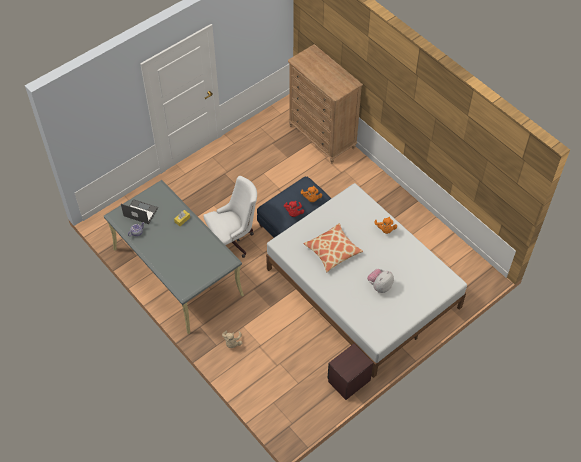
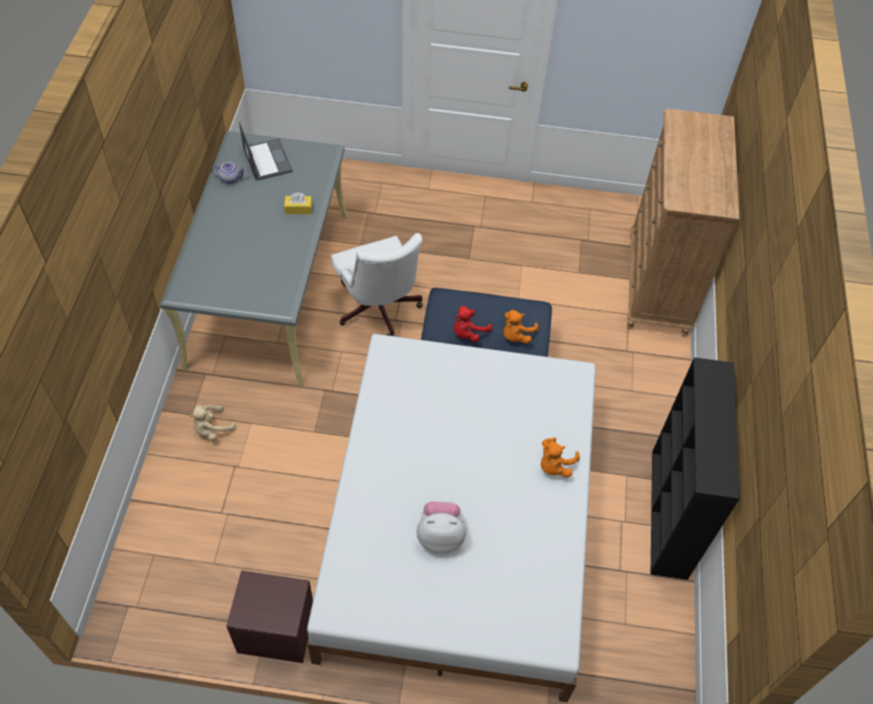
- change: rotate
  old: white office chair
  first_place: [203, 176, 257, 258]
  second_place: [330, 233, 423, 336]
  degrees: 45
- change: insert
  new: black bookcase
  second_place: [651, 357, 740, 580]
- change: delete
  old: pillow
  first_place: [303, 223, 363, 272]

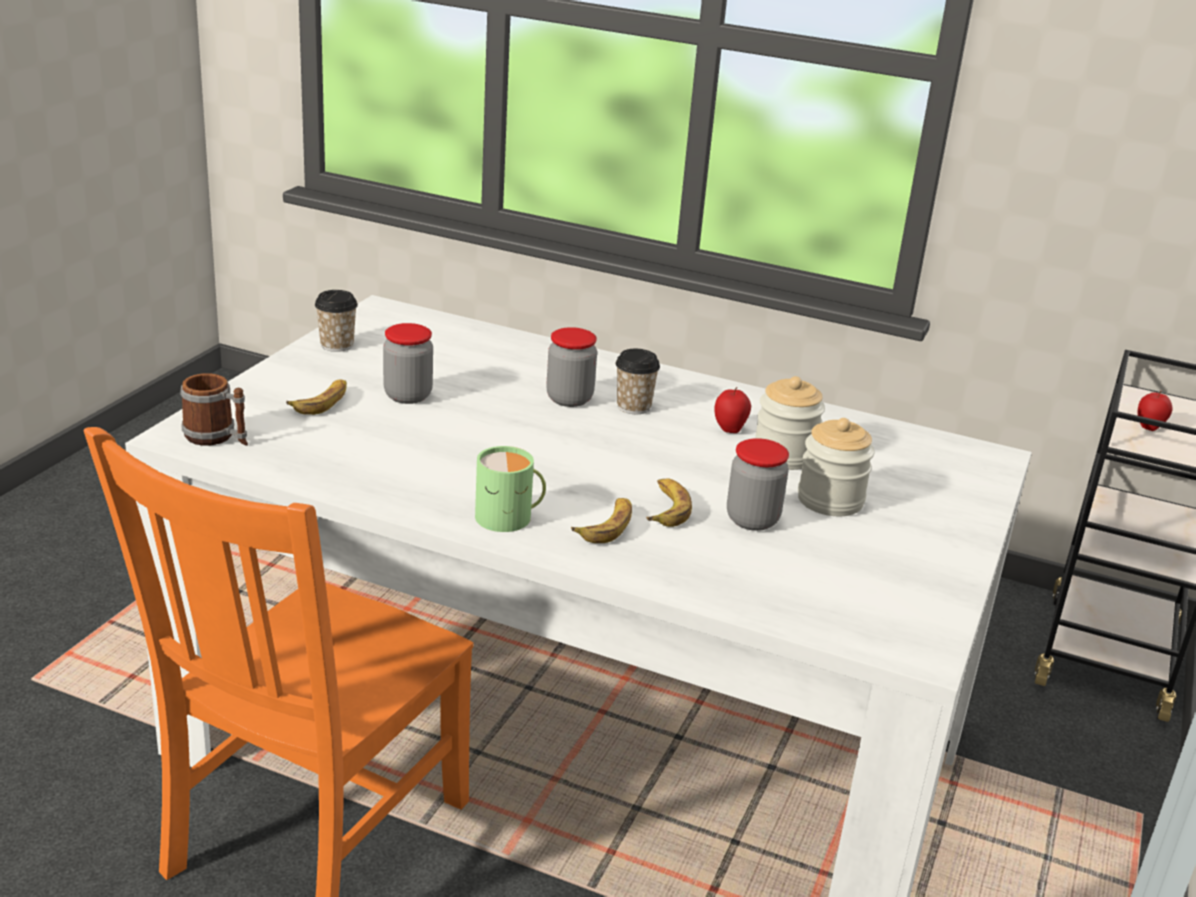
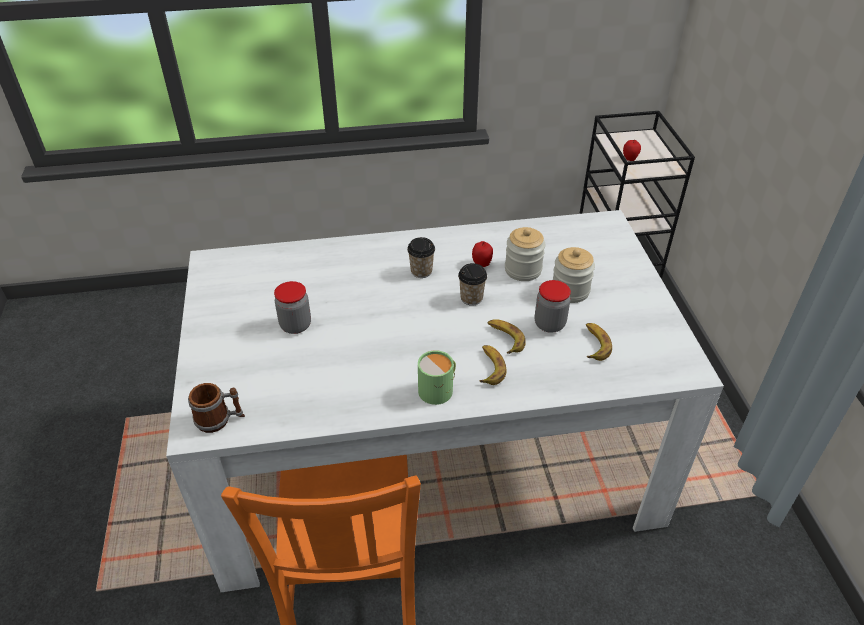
- change: move
  old: cup
  first_place: [315, 290, 358, 352]
  second_place: [458, 263, 487, 306]
- change: move
  old: banana
  first_place: [286, 380, 347, 415]
  second_place: [586, 323, 612, 361]
- change: delete
  old: jar
  first_place: [546, 327, 597, 407]

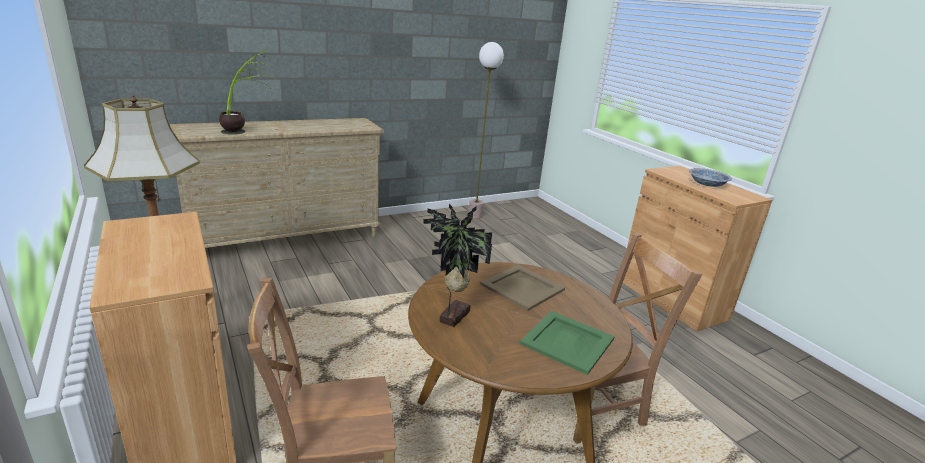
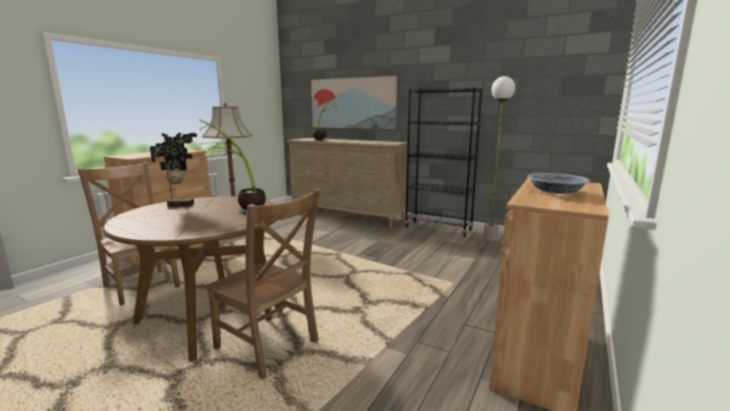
- change: replace
  old: beige tray
  new: potted plant
  first_place: [480, 265, 565, 311]
  second_place: [198, 119, 266, 215]
- change: insert
  new: picture
  second_place: [311, 76, 397, 130]
- change: insert
  new: black bookcase
  second_place: [405, 87, 482, 237]
- change: delete
  old: green tray
  first_place: [520, 311, 615, 375]

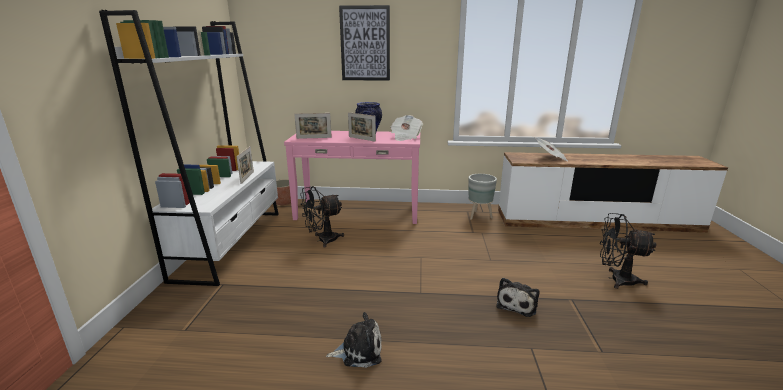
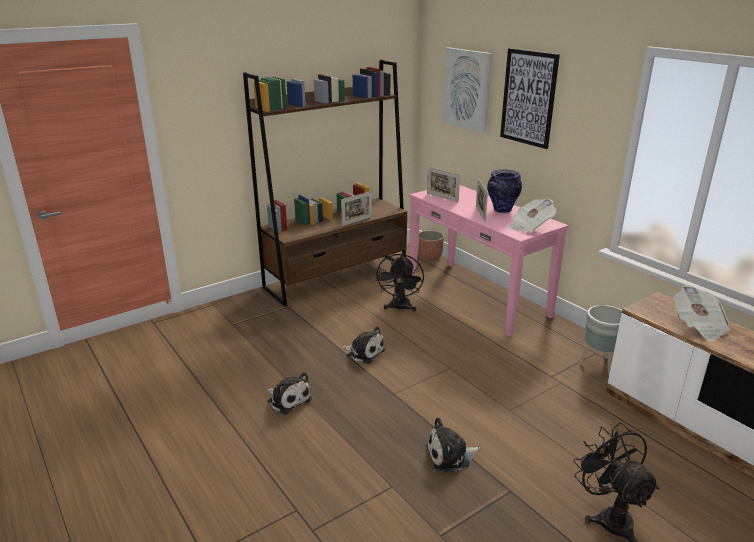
- change: recolor
  old: white bookcase
  new: brown bookcase
  first_place: [99, 10, 279, 286]
  second_place: [243, 60, 407, 306]
- change: insert
  new: plush toy
  second_place: [341, 326, 385, 364]
- change: rotate
  old: black fan
  first_place: [300, 186, 344, 248]
  second_place: [376, 254, 424, 312]
  degrees: -105
- change: insert
  new: picture
  second_place: [442, 47, 493, 133]

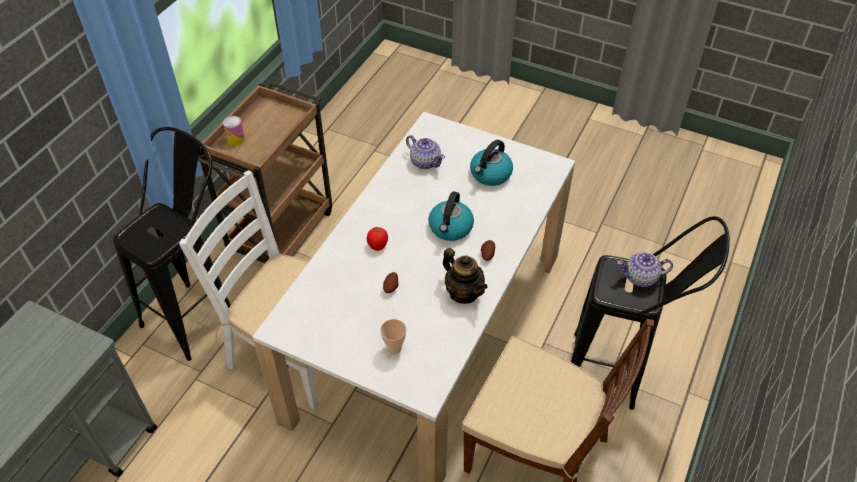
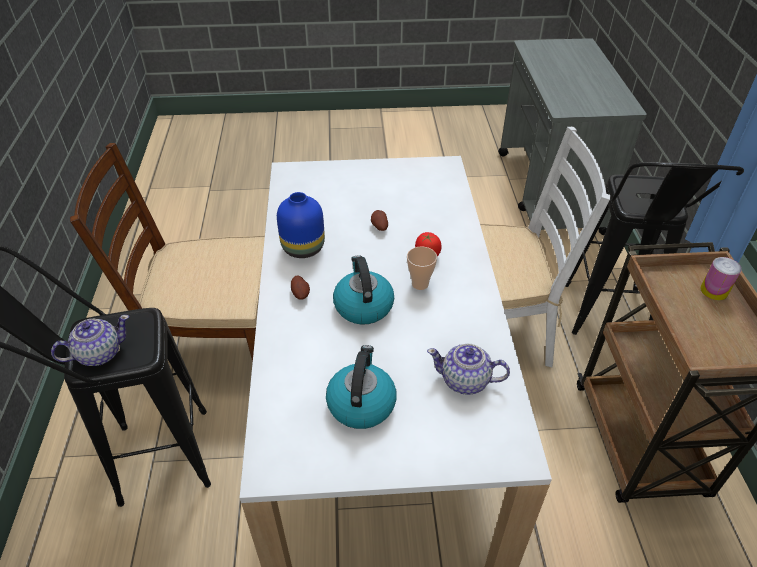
- change: replace
  old: teapot
  new: blue vase
  first_place: [443, 248, 488, 304]
  second_place: [277, 192, 325, 258]
- change: move
  old: cup
  first_place: [380, 319, 407, 354]
  second_place: [407, 246, 437, 290]

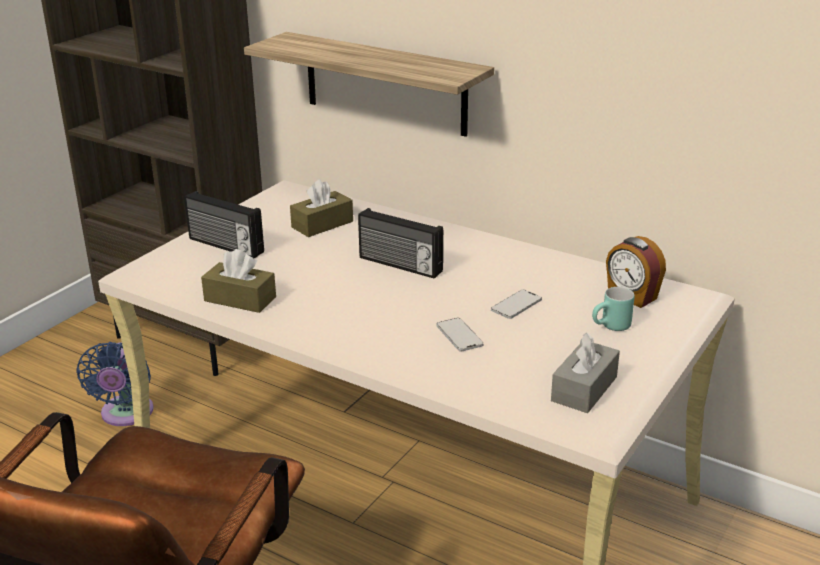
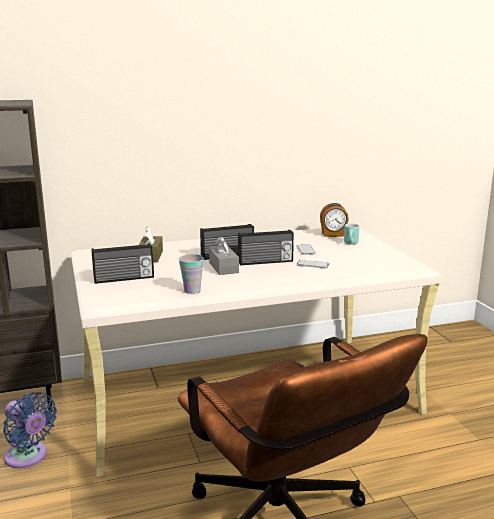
- change: replace
  old: brown tissue box
  new: cup
  first_place: [201, 249, 276, 313]
  second_place: [179, 254, 204, 294]
- change: move
  old: grey tissue box
  first_place: [551, 333, 620, 413]
  second_place: [209, 236, 239, 275]
- change: insert
  new: radio
  second_place: [238, 230, 294, 265]
- change: delete
  old: shelf
  first_place: [244, 32, 494, 137]

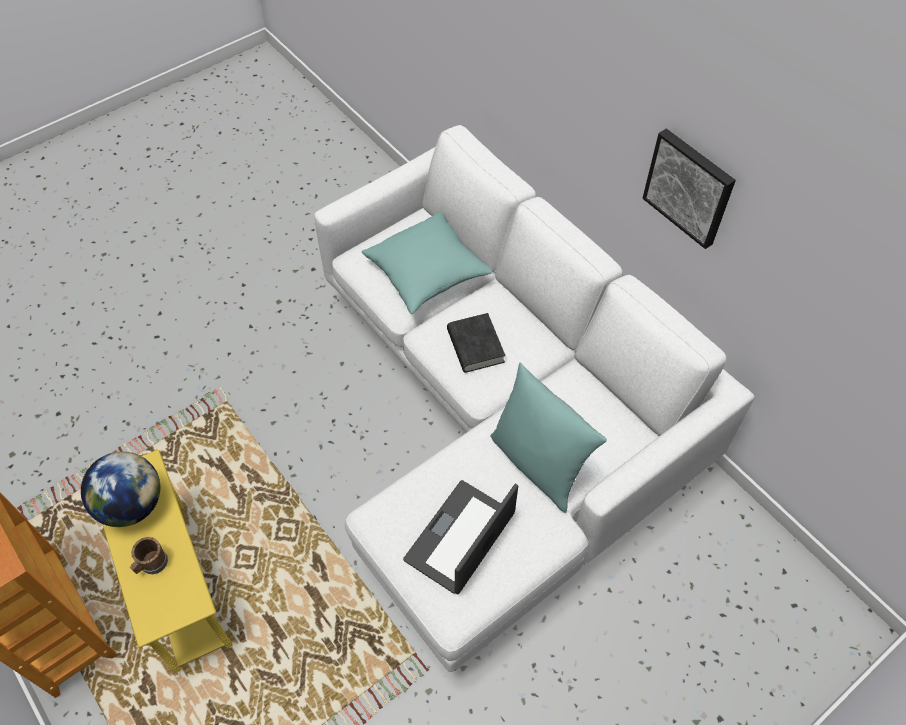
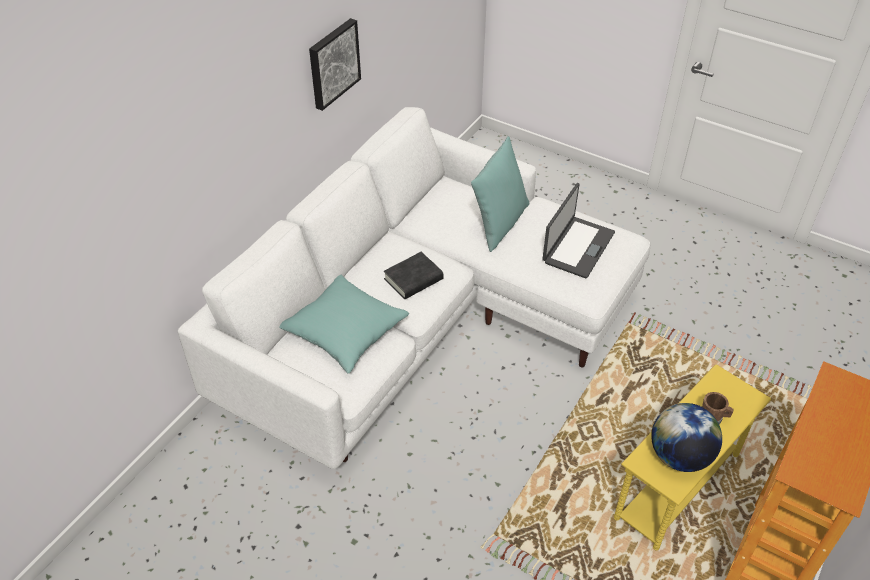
- change: rotate
  old: laptop
  first_place: [403, 480, 518, 594]
  second_place: [542, 183, 615, 279]
  degrees: -75

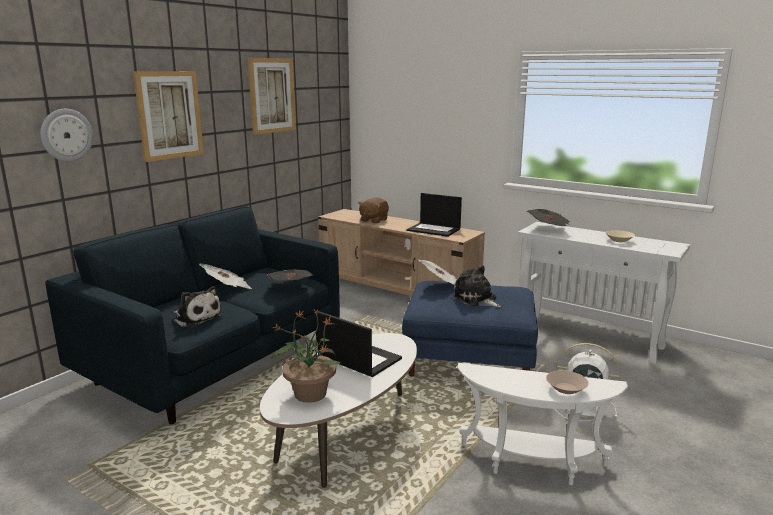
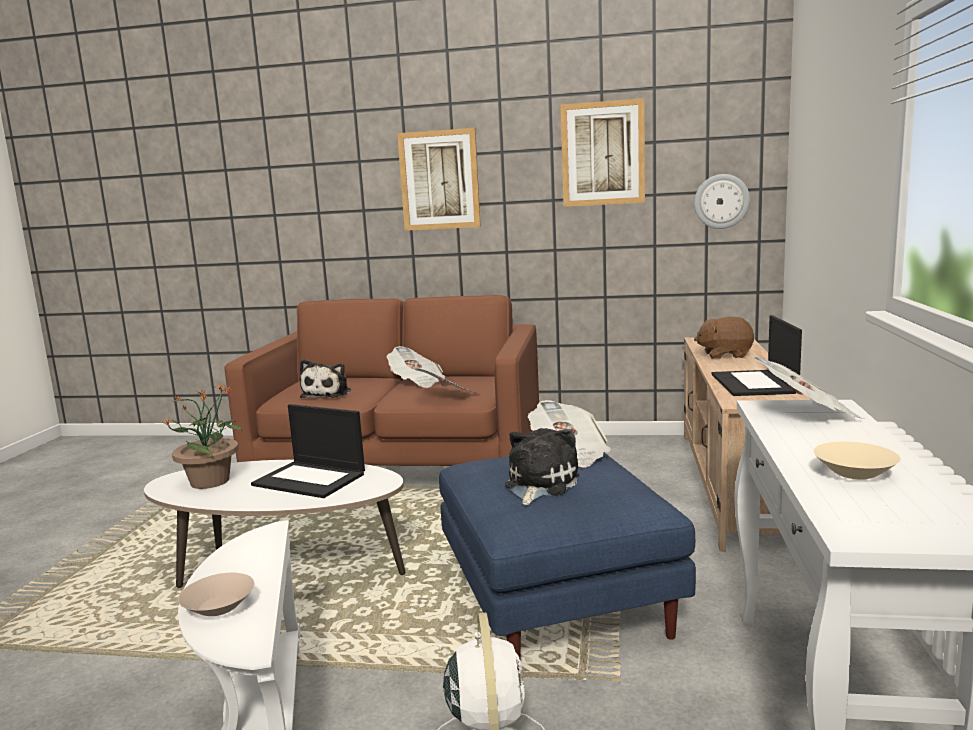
- change: recolor
  old: blue sofa
  new: brown sofa
  first_place: [45, 207, 340, 424]
  second_place: [225, 295, 539, 466]
- change: rotate
  old: laptop
  first_place: [317, 311, 402, 377]
  second_place: [251, 404, 365, 498]
  degrees: 105
- change: move
  old: wall clock
  first_place: [41, 109, 93, 162]
  second_place: [694, 174, 750, 229]

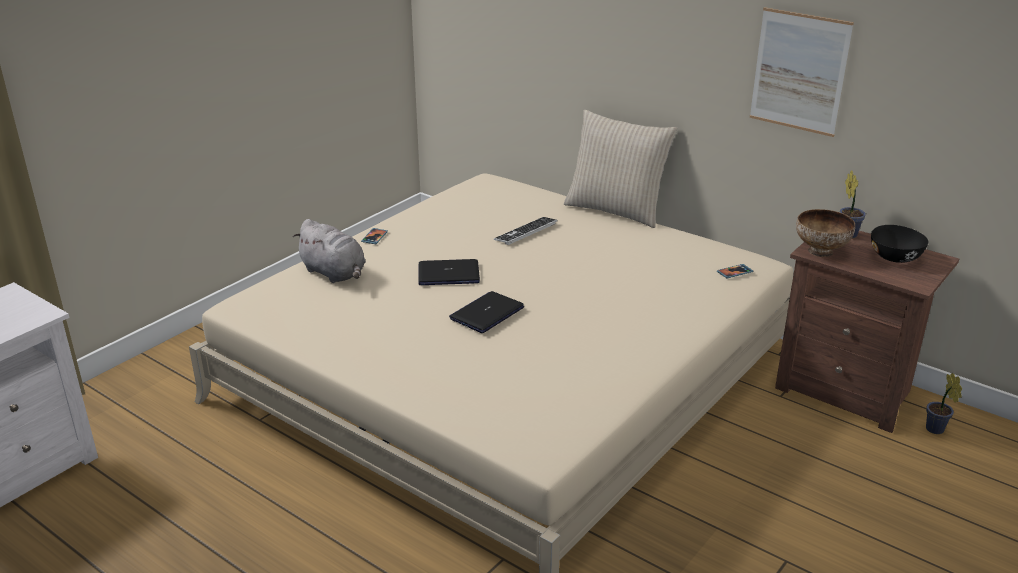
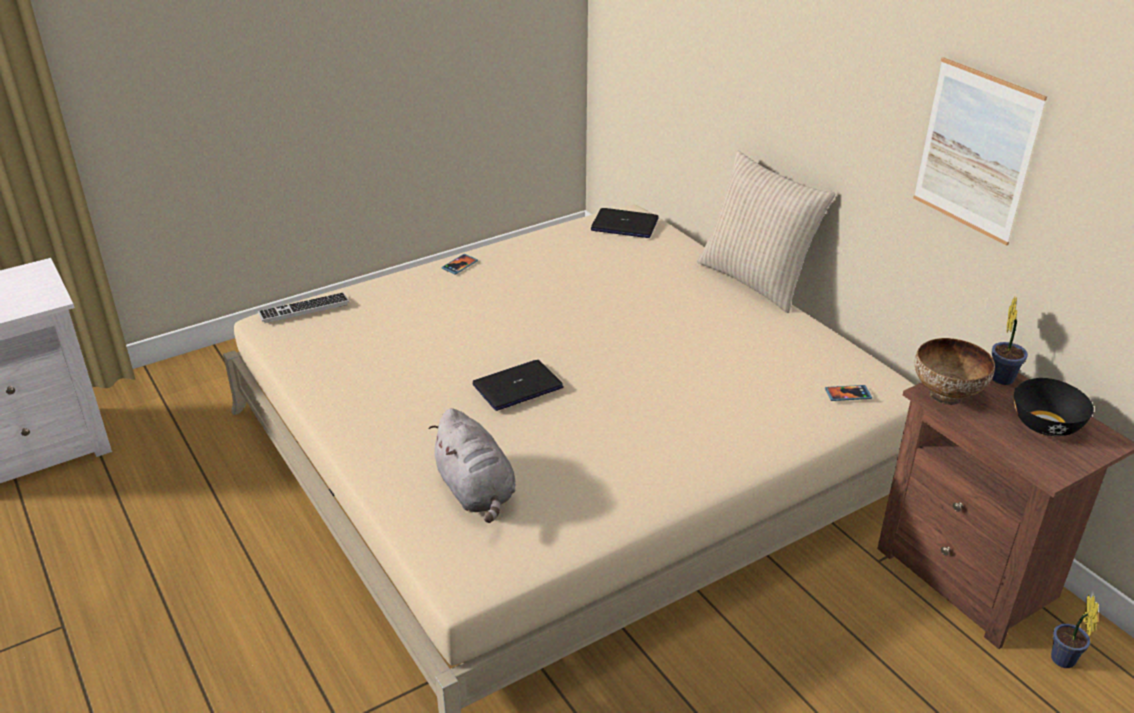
- change: move
  old: keyboard
  first_place: [494, 217, 558, 245]
  second_place: [258, 293, 350, 323]
- change: move
  old: grey plush toy
  first_place: [293, 219, 366, 283]
  second_place: [429, 408, 516, 523]
- change: move
  old: laptop
  first_place: [418, 259, 480, 285]
  second_place: [591, 208, 658, 238]

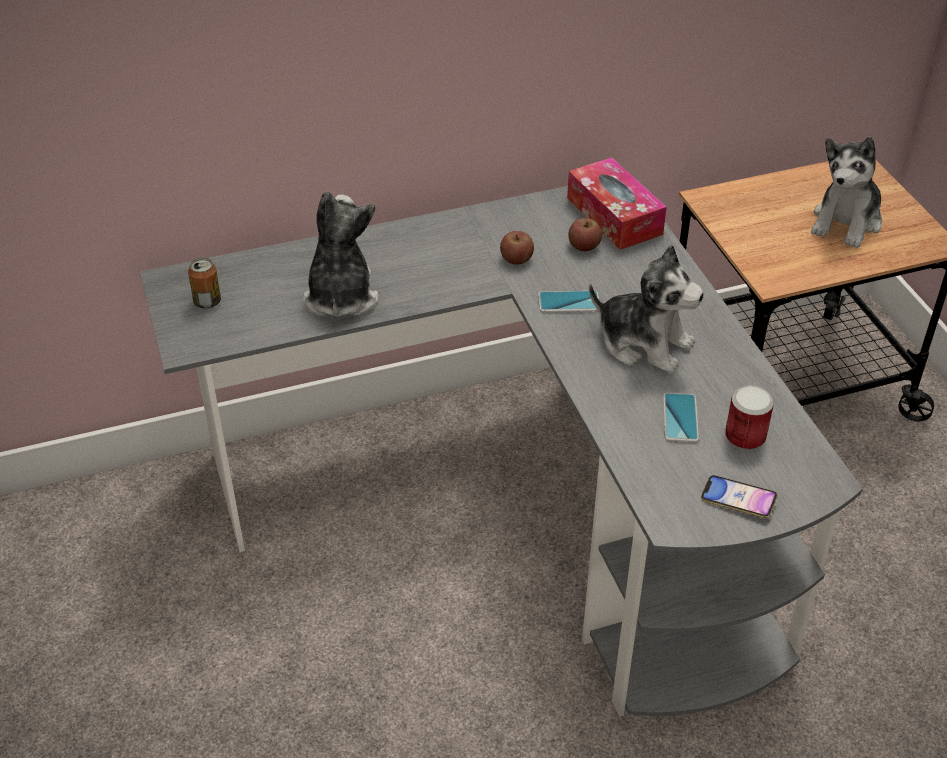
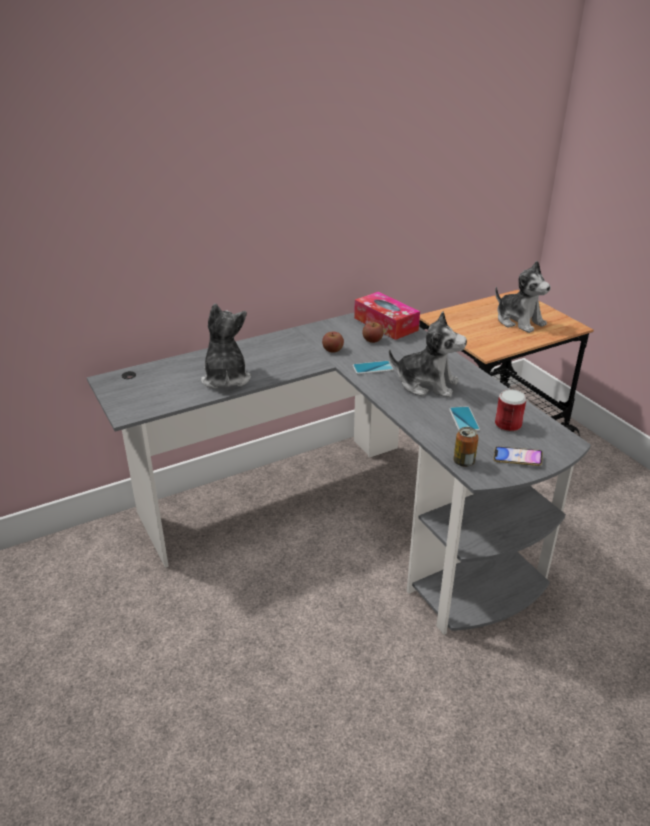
- change: move
  old: can
  first_place: [188, 257, 221, 309]
  second_place: [454, 427, 479, 467]
- change: rotate
  old: plush toy
  first_place: [811, 137, 882, 248]
  second_place: [495, 261, 551, 333]
  degrees: -60

